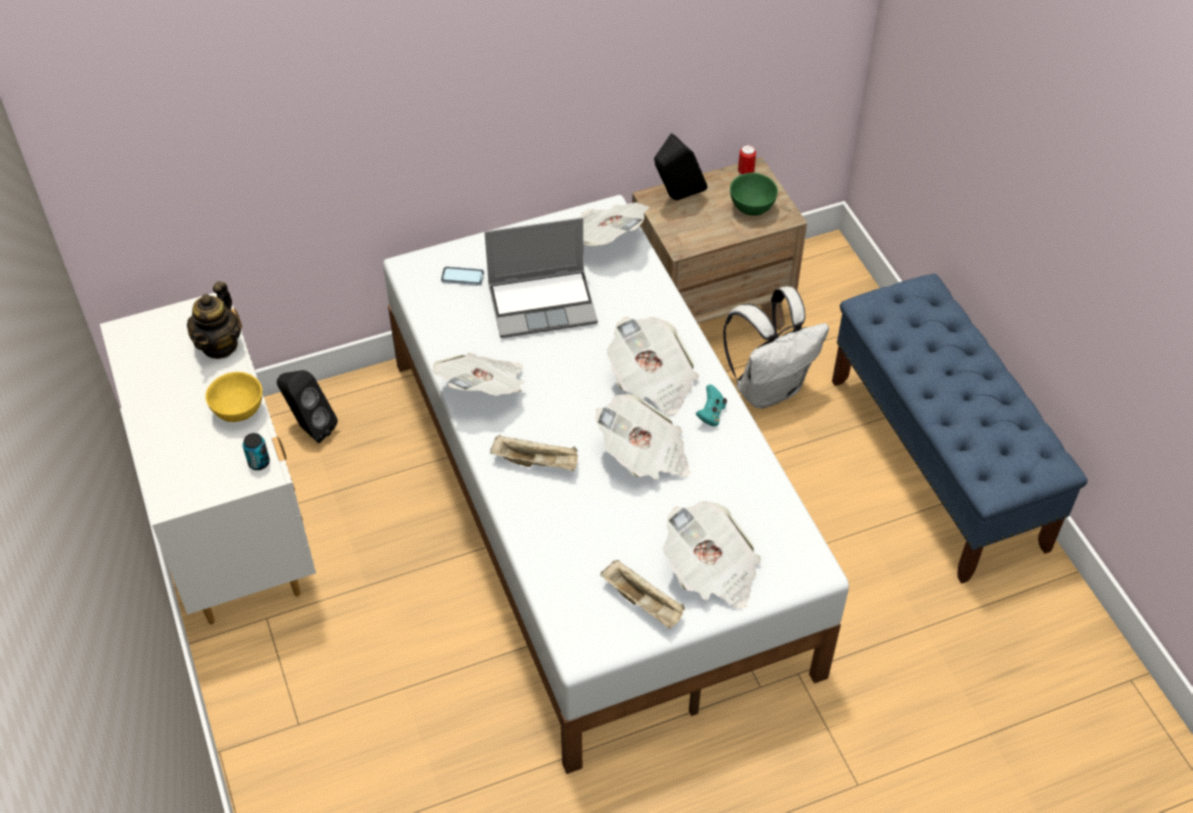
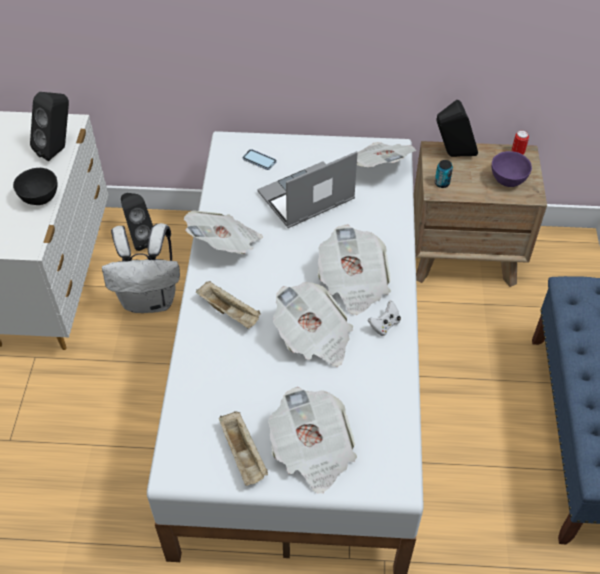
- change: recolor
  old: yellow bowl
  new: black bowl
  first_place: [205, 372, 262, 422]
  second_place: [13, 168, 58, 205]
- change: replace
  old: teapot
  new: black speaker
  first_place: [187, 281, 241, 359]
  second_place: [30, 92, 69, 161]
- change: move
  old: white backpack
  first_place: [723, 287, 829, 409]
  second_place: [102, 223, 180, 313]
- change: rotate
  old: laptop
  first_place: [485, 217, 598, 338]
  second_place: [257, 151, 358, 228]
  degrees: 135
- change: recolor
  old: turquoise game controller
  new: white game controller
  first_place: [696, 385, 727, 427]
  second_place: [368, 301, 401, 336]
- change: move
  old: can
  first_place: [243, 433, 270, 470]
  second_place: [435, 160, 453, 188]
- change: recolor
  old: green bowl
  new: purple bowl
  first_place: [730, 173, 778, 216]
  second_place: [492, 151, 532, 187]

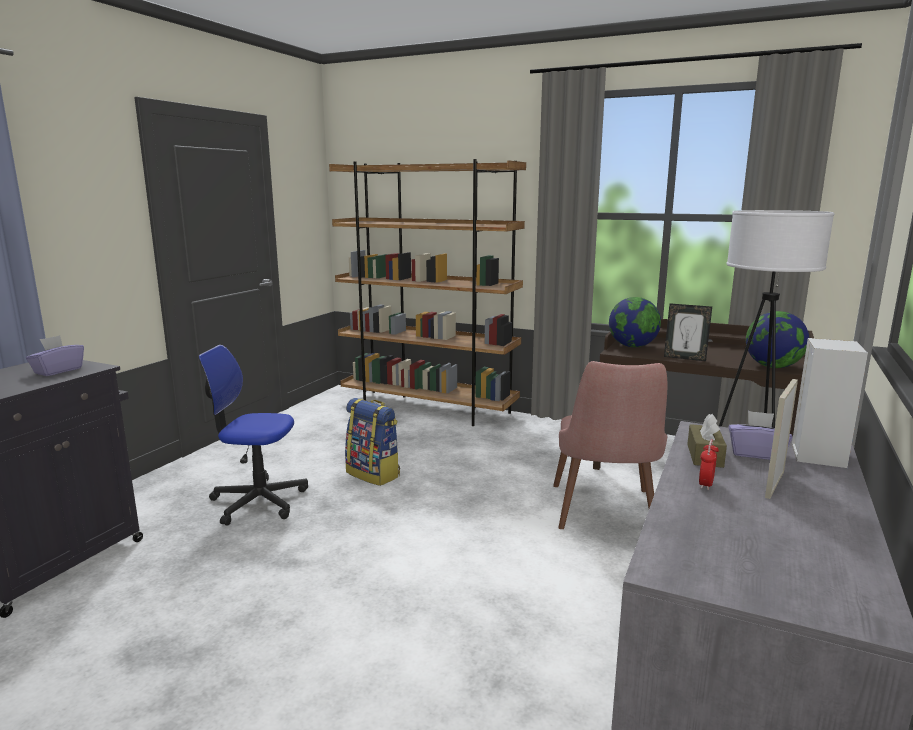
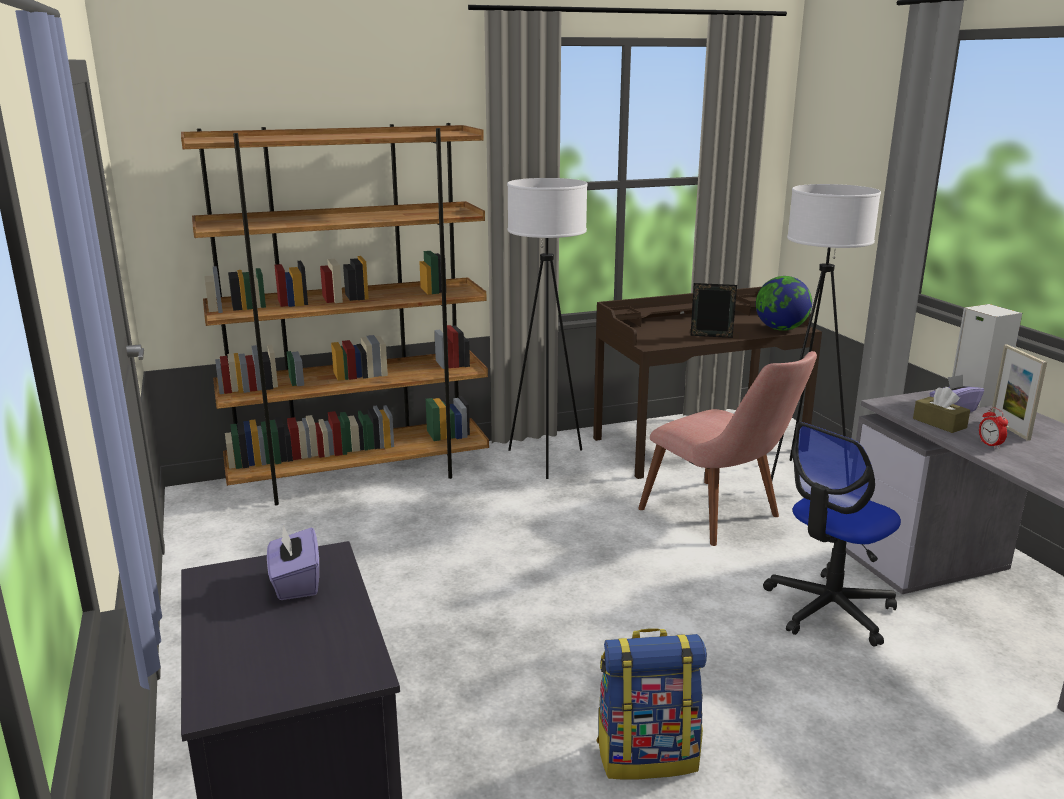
- change: insert
  new: white floor lamp
  second_place: [507, 178, 588, 479]
- change: move
  old: backpack
  first_place: [345, 398, 400, 486]
  second_place: [596, 628, 707, 779]
- change: rotate
  old: picture frame
  first_place: [664, 303, 712, 361]
  second_place: [691, 283, 737, 338]
  degrees: -150
- change: move
  old: office chair
  first_place: [198, 345, 308, 526]
  second_place: [763, 422, 901, 647]
- change: delete
  old: globe
  first_place: [609, 297, 661, 347]

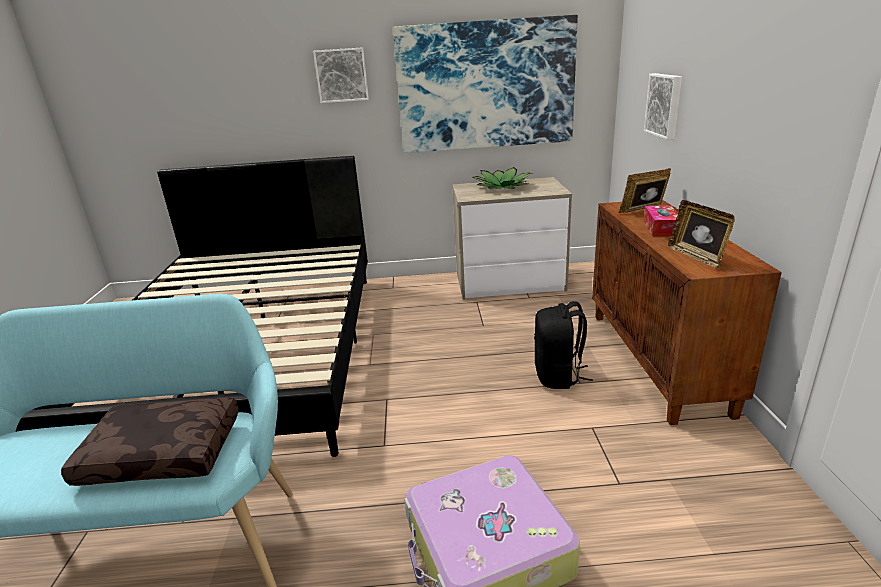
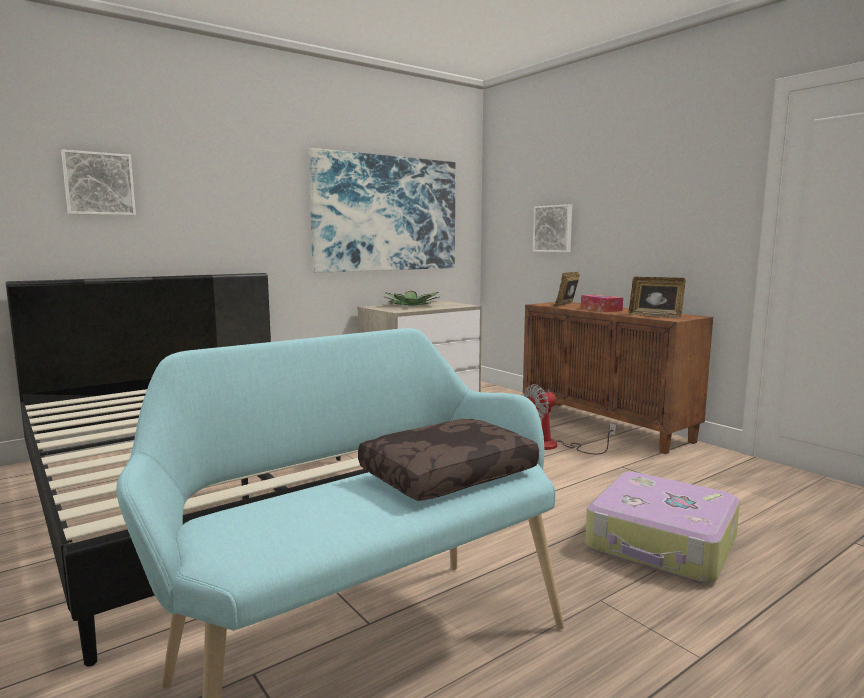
- change: move
  old: picture
  first_place: [313, 47, 369, 103]
  second_place: [61, 149, 136, 216]
- change: replace
  old: black backpack
  new: fan
  first_place: [534, 301, 593, 389]
  second_place: [523, 384, 616, 455]

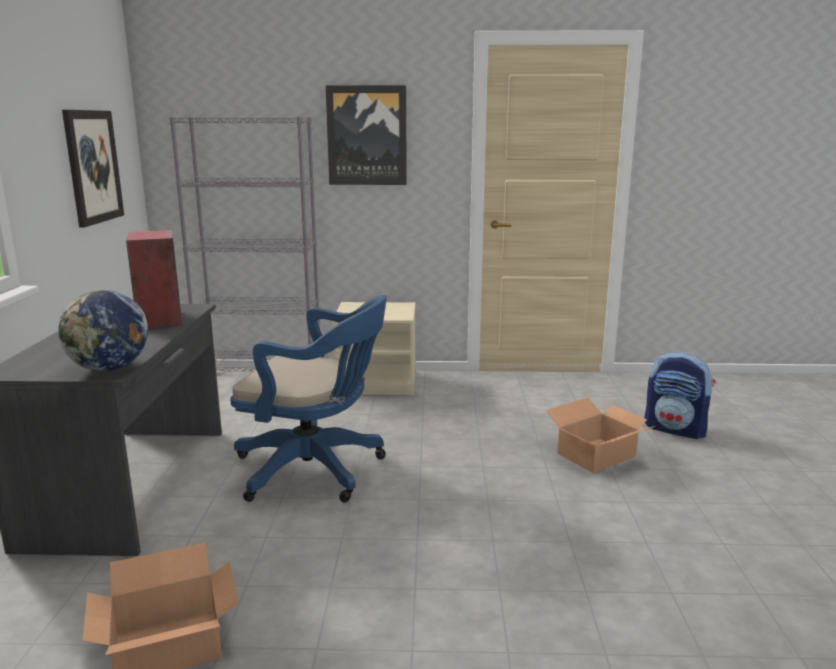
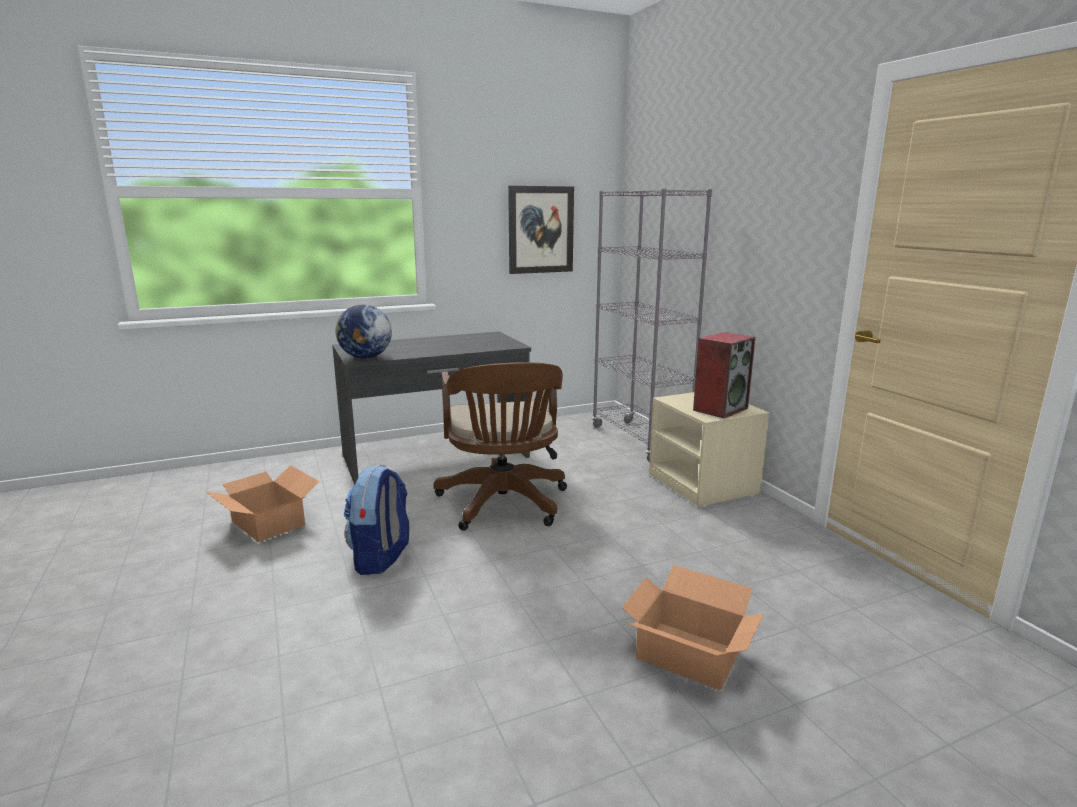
- change: move
  old: backpack
  first_place: [644, 352, 716, 439]
  second_place: [344, 465, 409, 575]
- change: recolor
  old: blue office chair
  new: brown office chair
  first_place: [230, 295, 387, 502]
  second_place: [433, 362, 567, 531]
- change: move
  old: speaker
  first_place: [126, 230, 182, 328]
  second_place: [693, 332, 756, 419]
- change: delete
  old: picture
  first_place: [326, 85, 407, 185]

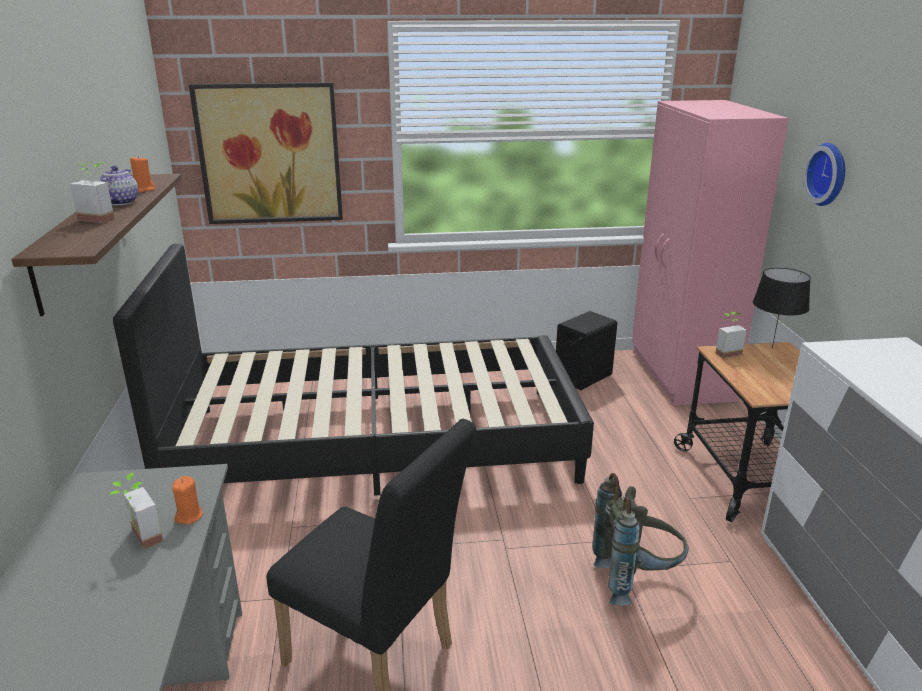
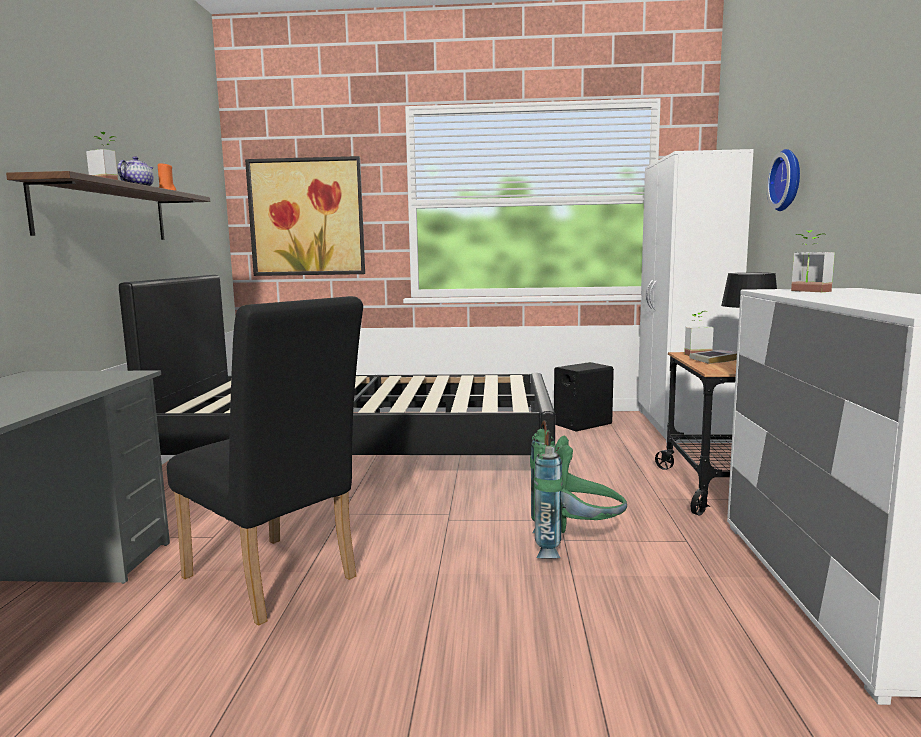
- change: recolor
  old: grey backpack
  new: green backpack
  first_place: [592, 473, 689, 606]
  second_place: [530, 420, 627, 558]
- change: recolor
  old: pink wardrobe
  new: white wardrobe
  first_place: [632, 100, 789, 406]
  second_place: [638, 149, 754, 443]
- change: insert
  new: book
  second_place: [689, 350, 737, 364]
- change: move
  old: potted plant
  first_place: [109, 473, 163, 549]
  second_place: [791, 230, 835, 292]
- change: delete
  old: orange candle
  first_place: [172, 476, 203, 525]

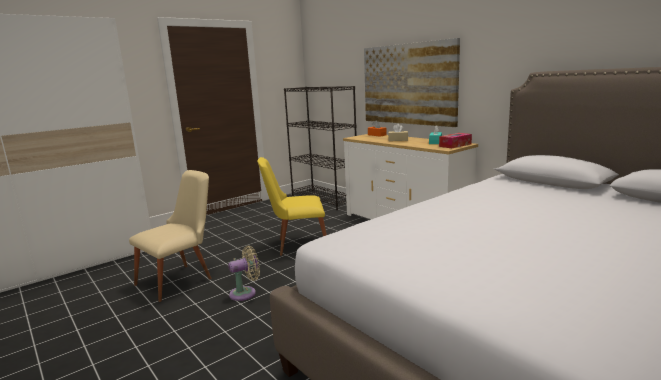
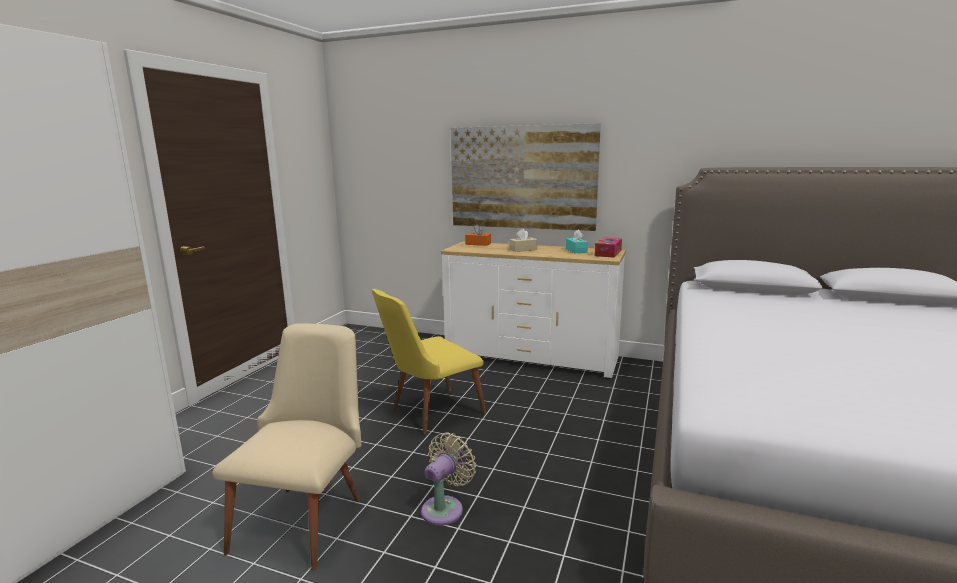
- change: delete
  old: black bookcase
  first_place: [284, 86, 357, 210]

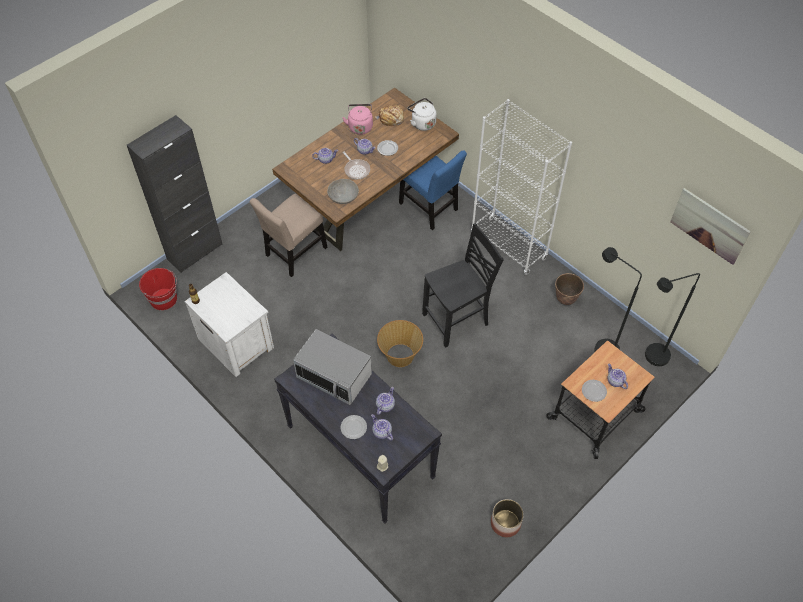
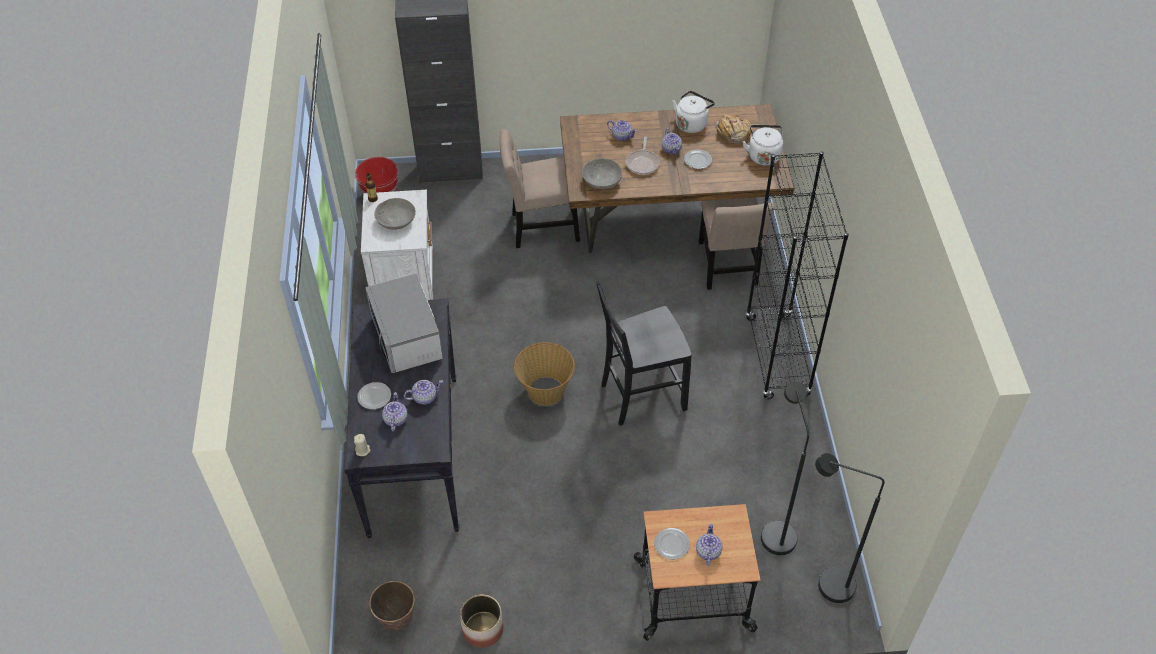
- change: move
  old: planter
  first_place: [555, 273, 584, 305]
  second_place: [369, 581, 415, 631]
- change: insert
  new: grey bowl
  second_place: [374, 198, 416, 230]
- change: rotate
  old: black chair
  first_place: [422, 223, 504, 348]
  second_place: [596, 281, 692, 426]
  degrees: 150
- change: recolor
  old: pink kettle
  new: white kettle
  first_place: [342, 104, 373, 135]
  second_place: [673, 91, 715, 133]
- change: recolor
  old: blue chair
  new: beige chair
  first_place: [399, 150, 467, 230]
  second_place: [699, 197, 774, 290]
- change: recolor
  old: white bookcase
  new: black bookcase
  first_place: [471, 99, 572, 275]
  second_place: [745, 151, 849, 399]
- change: delete
  old: picture
  first_place: [670, 188, 751, 265]

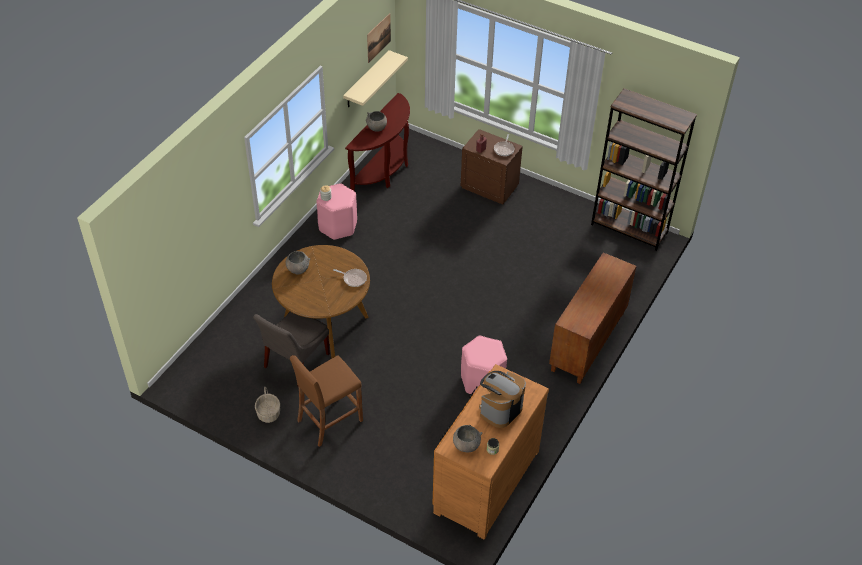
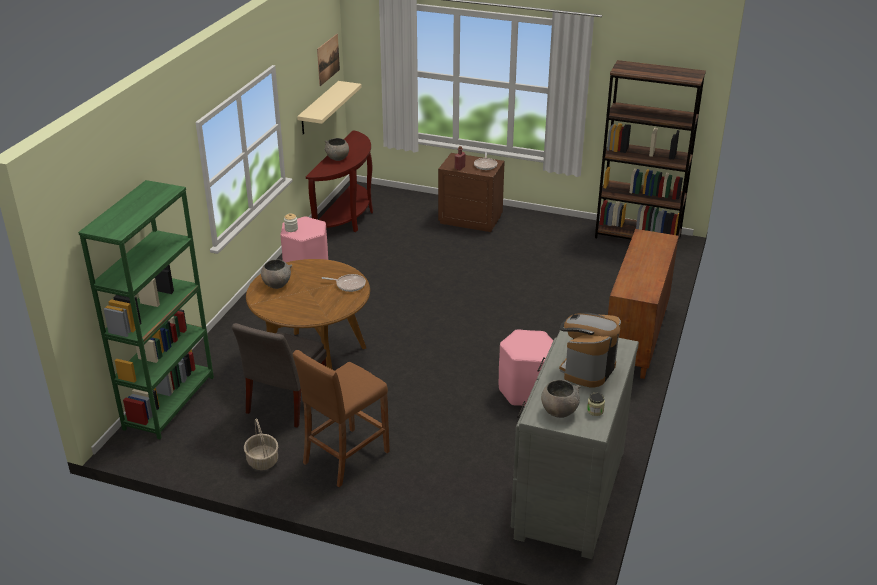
- change: insert
  new: green bookcase
  second_place: [78, 180, 214, 439]
- change: recolor
  old: brown dresser
  new: grey dresser
  first_place: [433, 364, 549, 540]
  second_place: [511, 330, 639, 559]

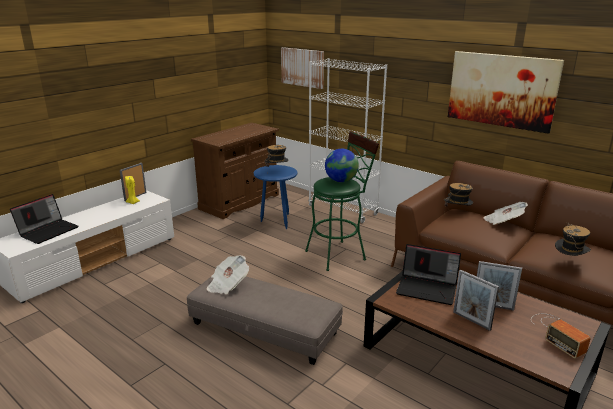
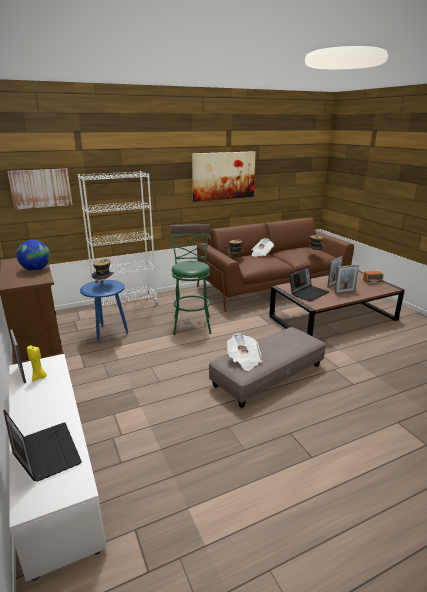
- change: move
  old: globe
  first_place: [325, 149, 359, 182]
  second_place: [17, 240, 50, 271]

